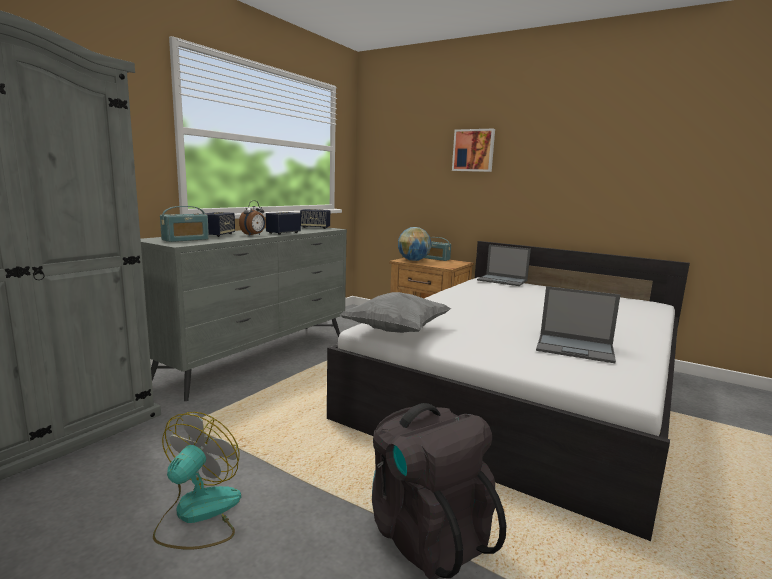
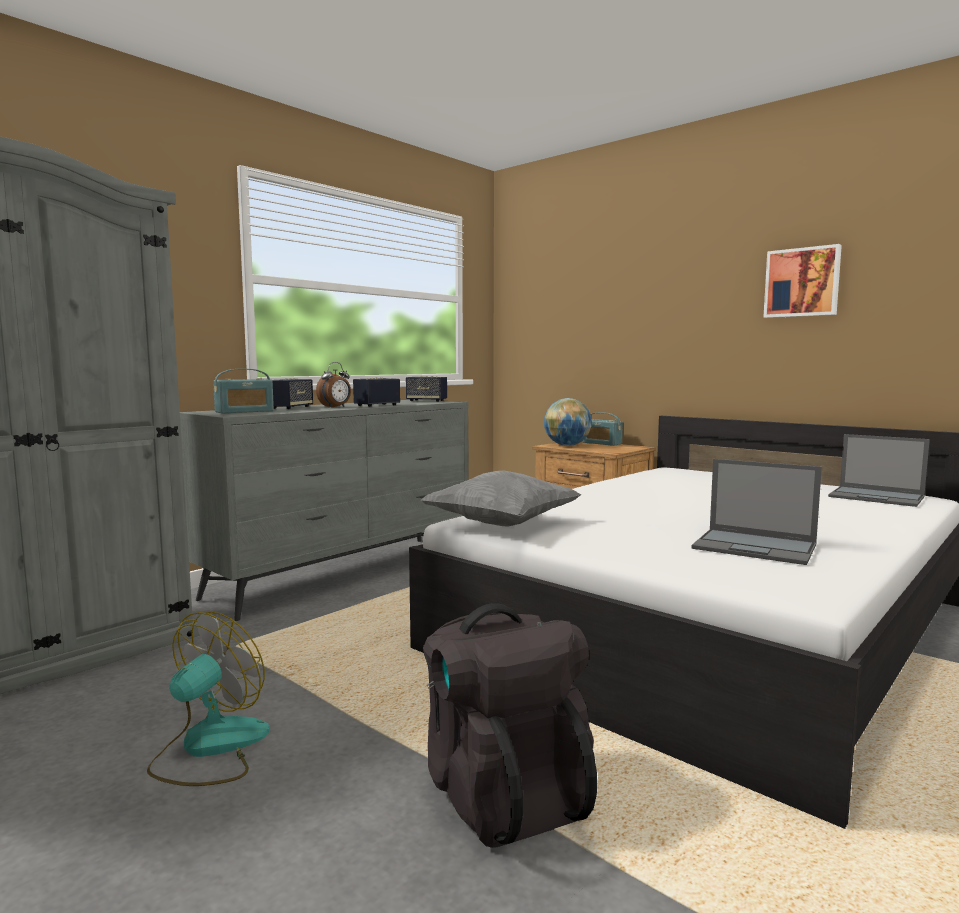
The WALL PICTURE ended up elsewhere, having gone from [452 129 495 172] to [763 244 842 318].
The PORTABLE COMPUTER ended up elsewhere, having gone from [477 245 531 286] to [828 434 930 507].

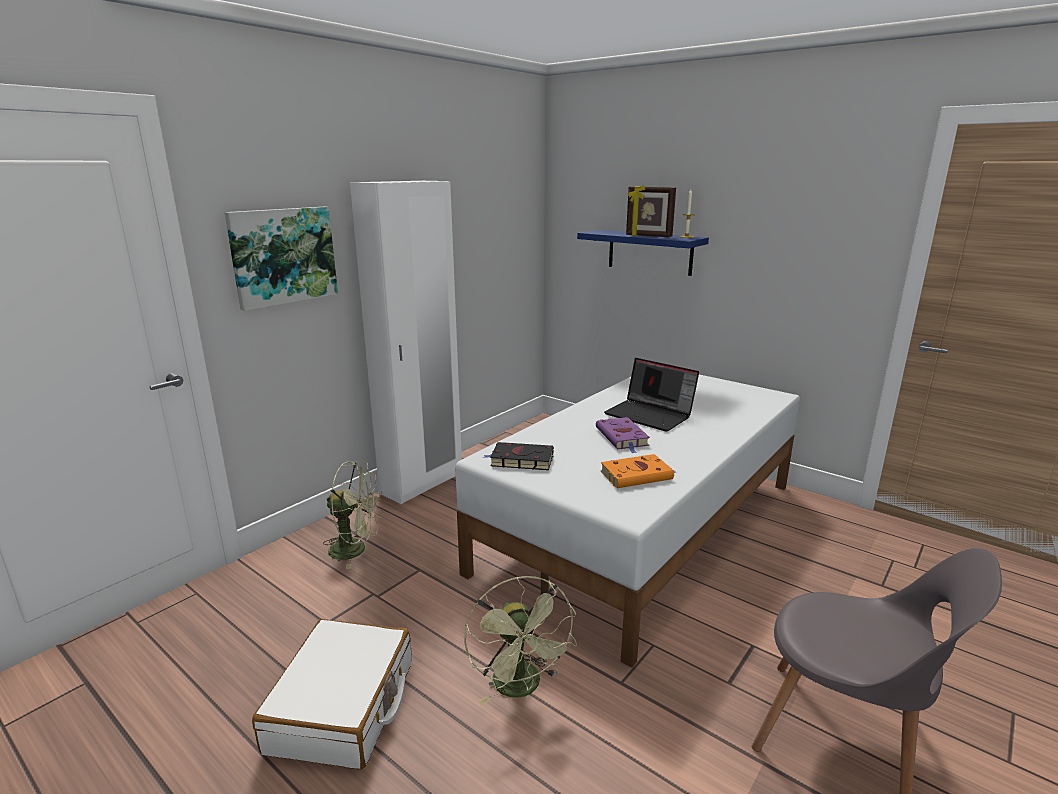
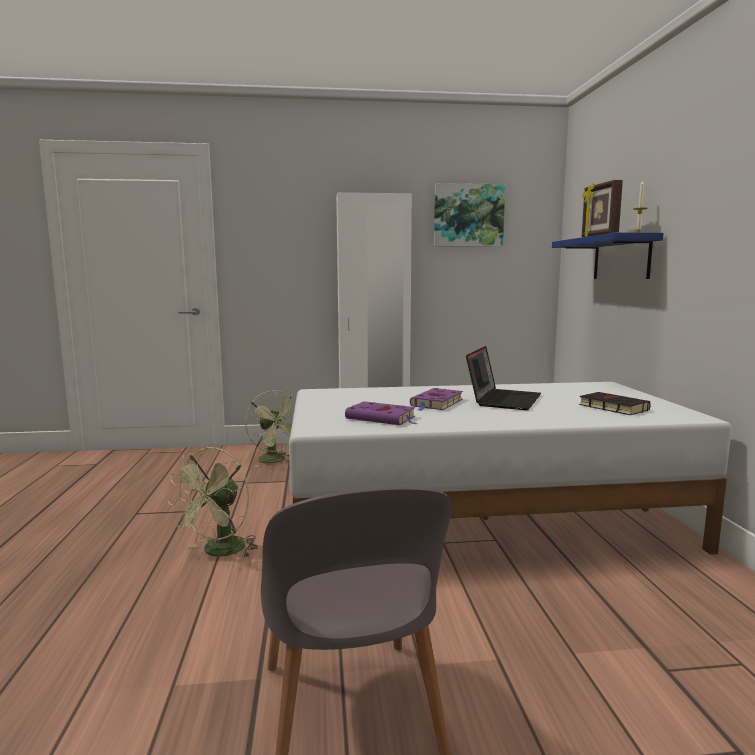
The WALL PICTURE ended up elsewhere, having gone from [225 207 338 311] to [434 183 505 247].
The PORTABLE COMPUTER at [604 358 699 432] ended up facing another way, 150 degrees counterclockwise from before.
The BLACK-COLOURED BOOK ended up elsewhere, having gone from [484 442 554 470] to [579 392 651 415].
What was the ORANGE BOOK at [601 454 676 488] turned into the PURPLE-COLOURED BOOK at [345 401 417 425].
The second view lost the WHITE TRAVEL CASE at [252 619 412 770].

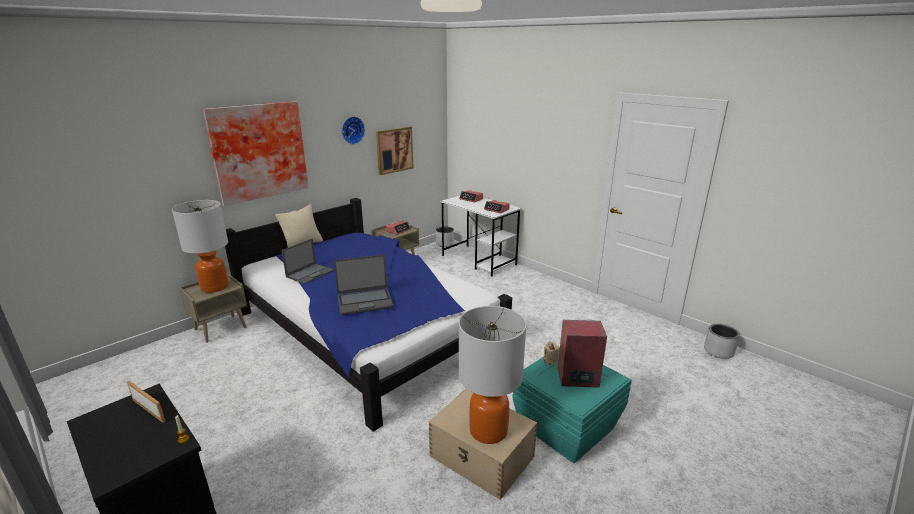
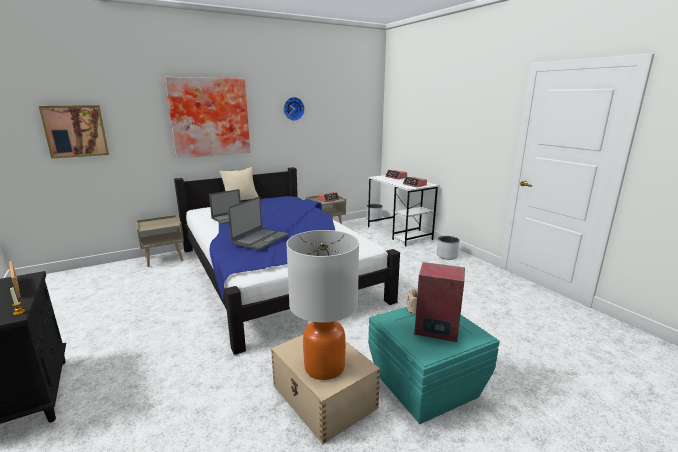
The WALL PICTURE ended up elsewhere, having gone from [376 127 413 175] to [39 105 109 159].
The second view lost the TABLETOP LAMP at [172 200 229 293].
The PORTABLE COMPUTER at [334 255 393 315] ended up facing another way, 60 degrees counterclockwise from before.
The GREY PLANT POT ended up elsewhere, having gone from [704 324 740 359] to [437 236 459 260].

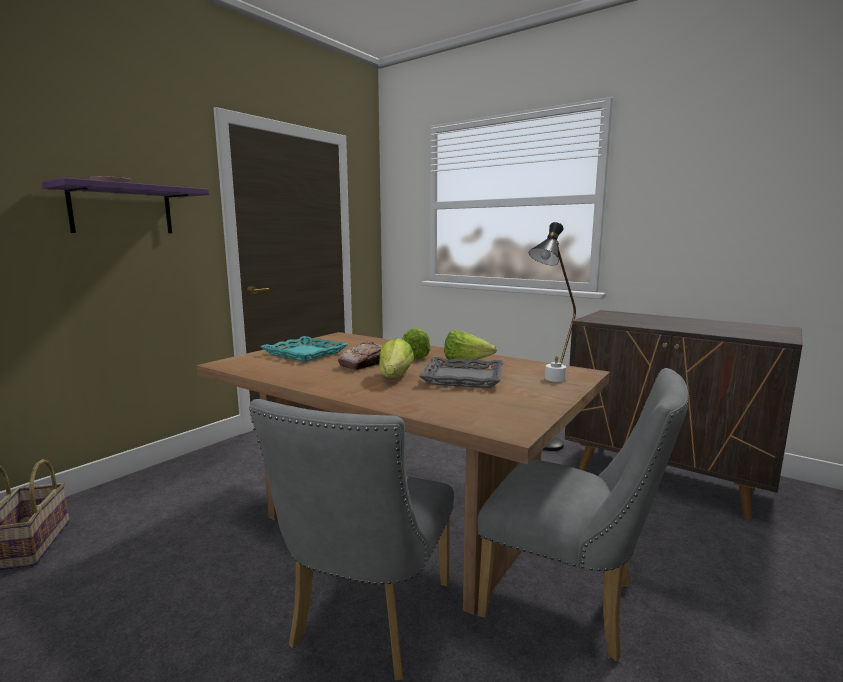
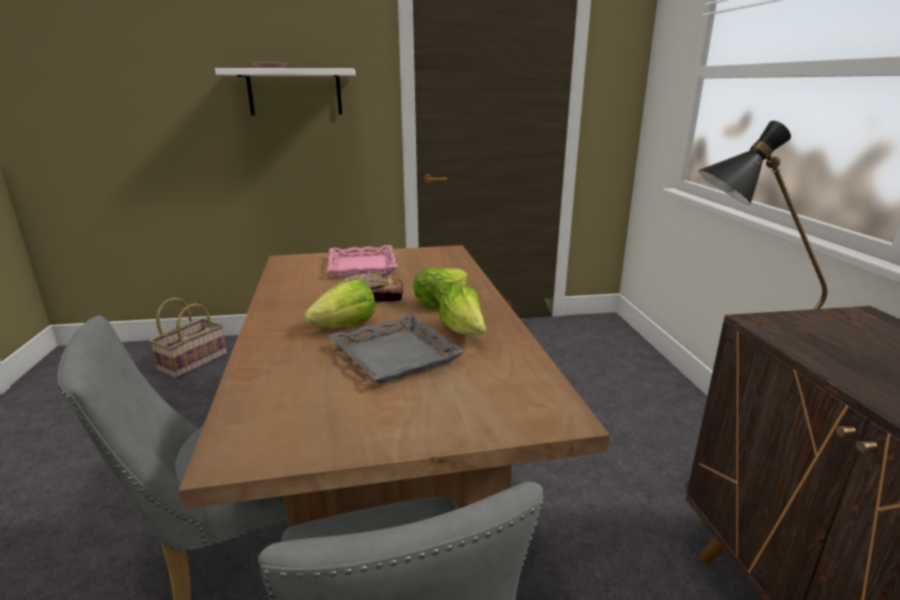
What was the PURPLE-COLOURED WALL SHELF at [42 178 209 233] turned into the WHITE WALL SHELF at [215 68 355 115].
What was the TURQUOISE-COLOURED SERVING TRAY at [260 336 348 362] turned into the PINKISH SERVING TRAY at [327 245 398 277].
The second view lost the WHITE WAX LIGHT at [545 356 566 382].

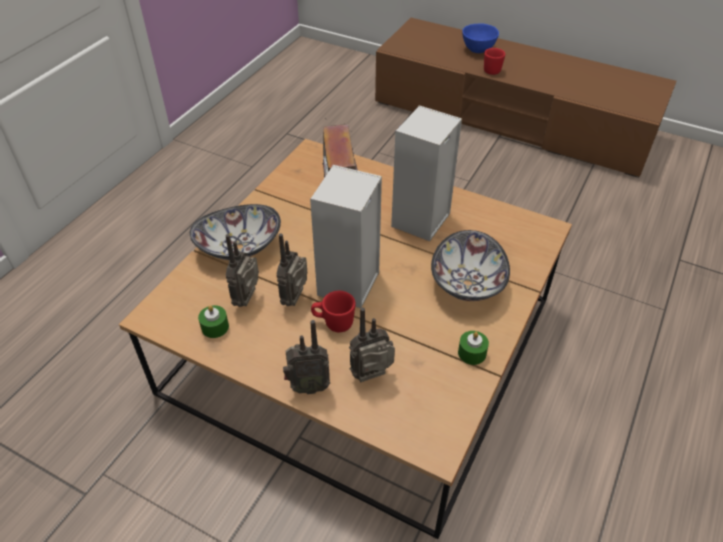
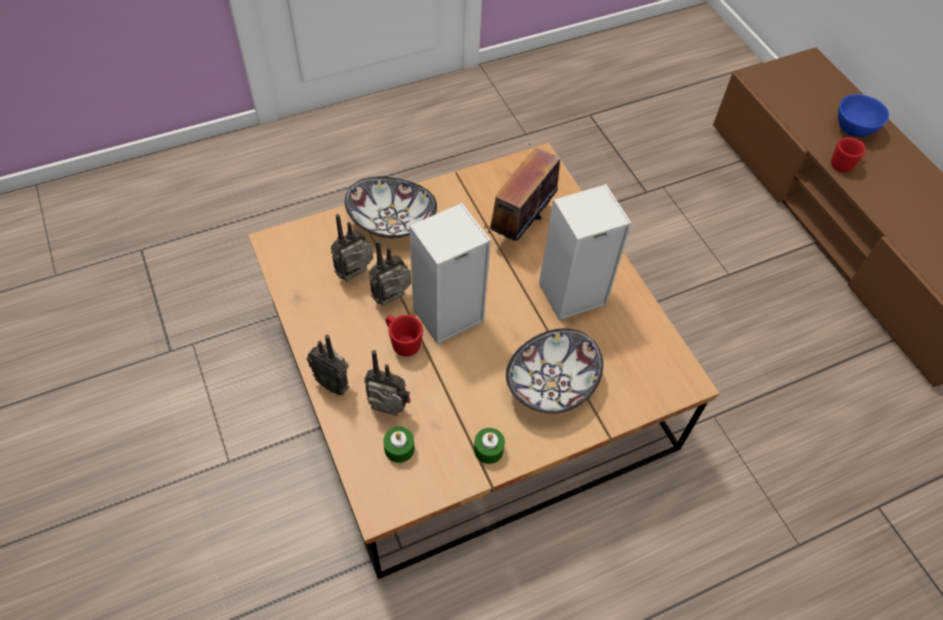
The GREENISH WAX LIGHT ended up elsewhere, having gone from [198 305 229 338] to [383 427 414 463].

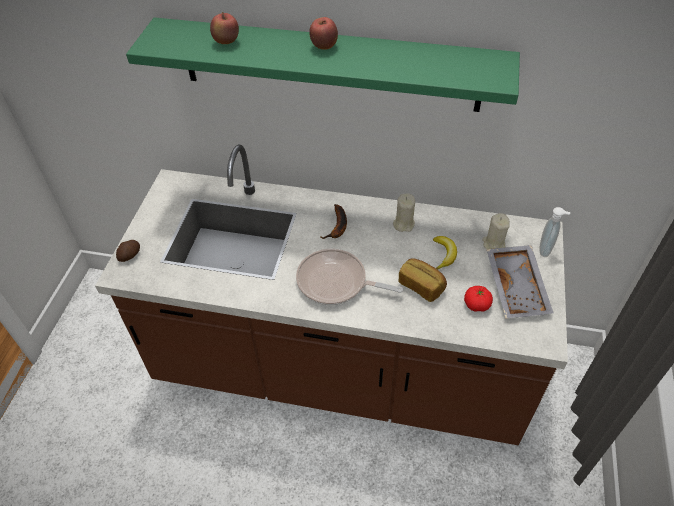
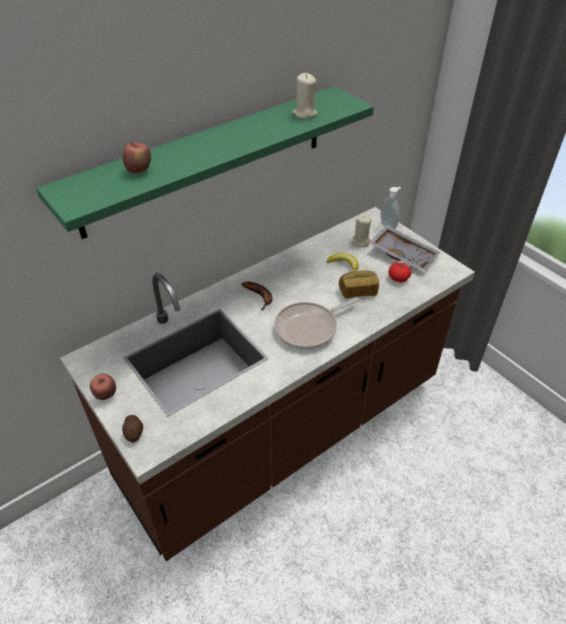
The APPLE ended up elsewhere, having gone from [309 17 338 50] to [90 374 116 400].
The BEIGE WAX LIGHT ended up elsewhere, having gone from [393 193 415 232] to [292 73 318 119].

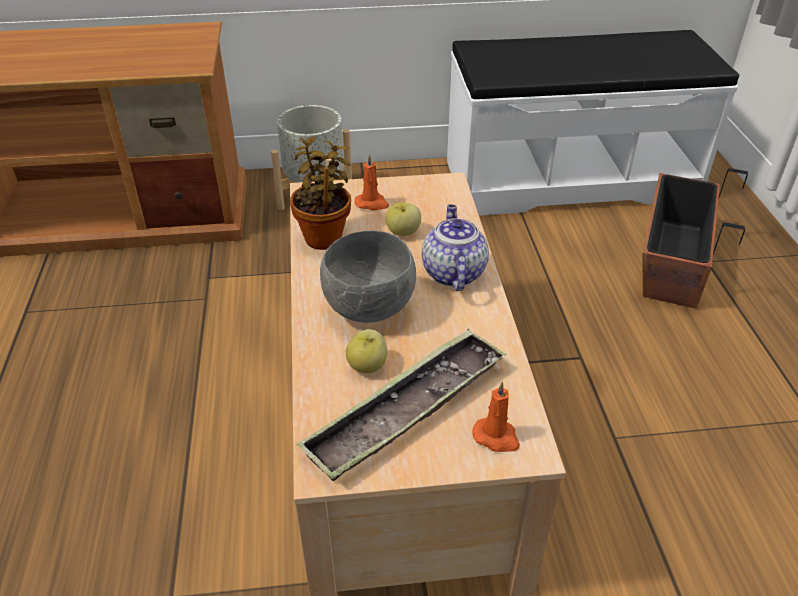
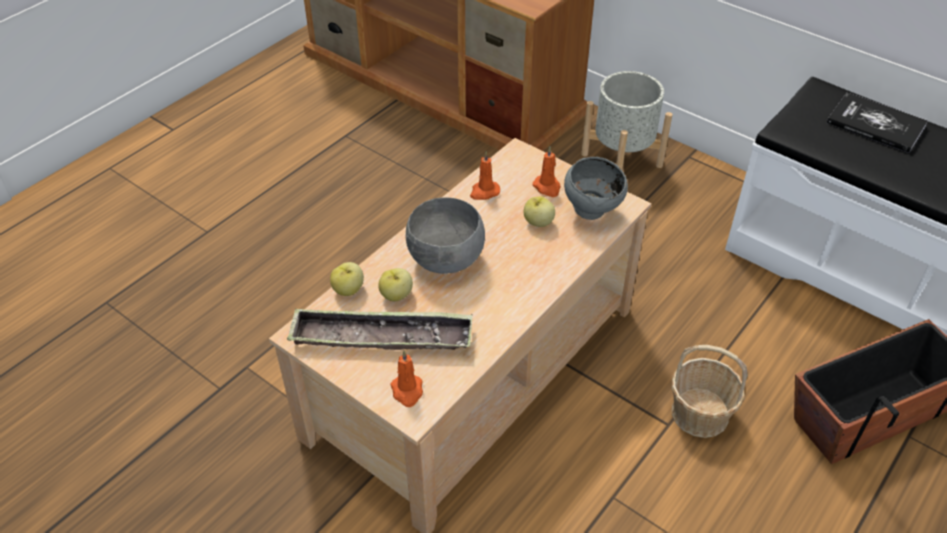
Where the PLANT IN A POT stood at [290 137 351 250], the ORANGE WAX LIGHT came to stand at [470 151 500 200].
The second view lost the TEA POT at [422 204 489 291].
The second view gained the BOOK at [827 93 928 153].
The second view gained the GREY BOWL at [564 157 628 220].
The second view gained the APPLE at [330 262 364 296].
The second view gained the STORAGE BASKET at [672 345 748 438].

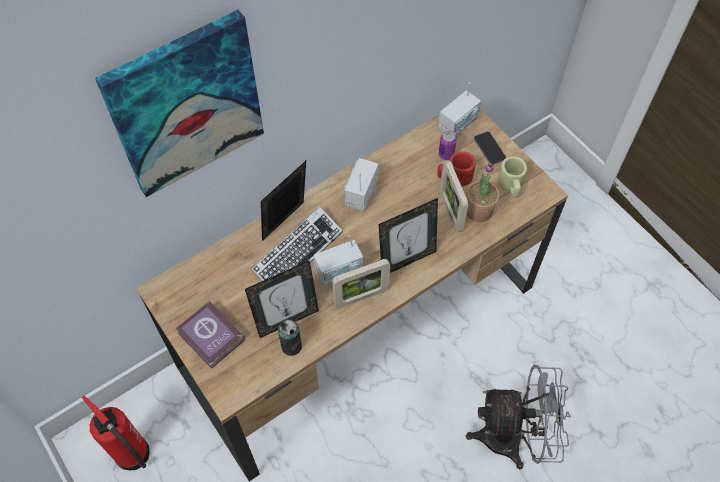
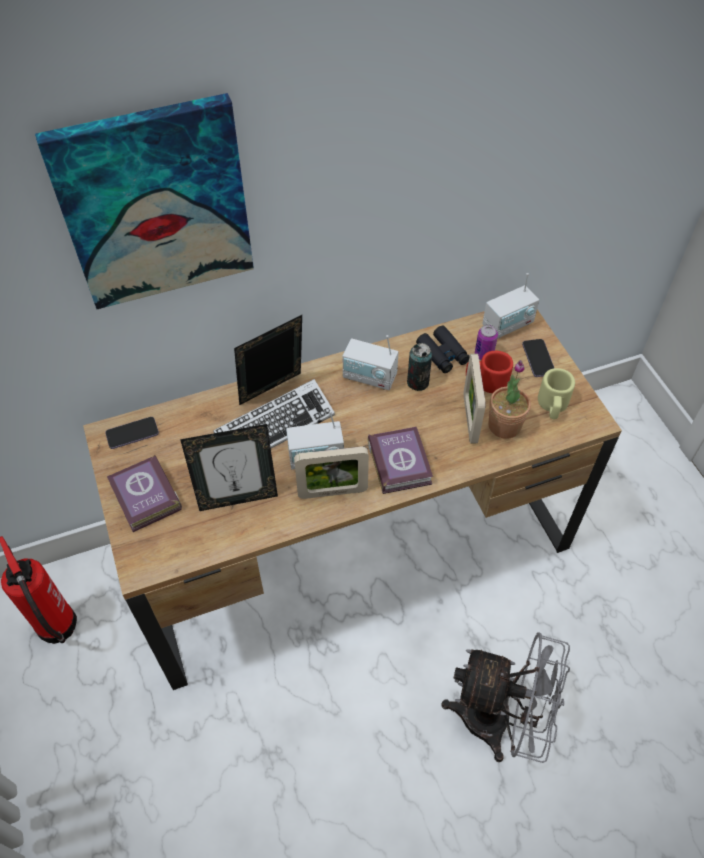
The RADIO RECEIVER at [344 158 379 211] ended up facing another way, 105 degrees counterclockwise from before.
Where the STANDING FRAME stood at [379 198 438 273], the BOOK came to stand at [368 427 433 494].
The METAL CAN ended up elsewhere, having gone from [278 320 302 356] to [407 343 432 391].
The second view gained the BLACK-COLOURED BINOCULARS at [416 326 470 373].
The second view gained the PHONE at [105 417 159 449].

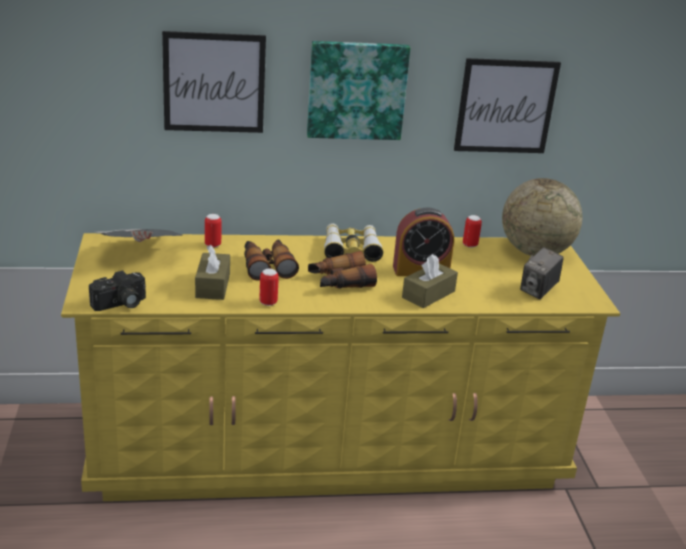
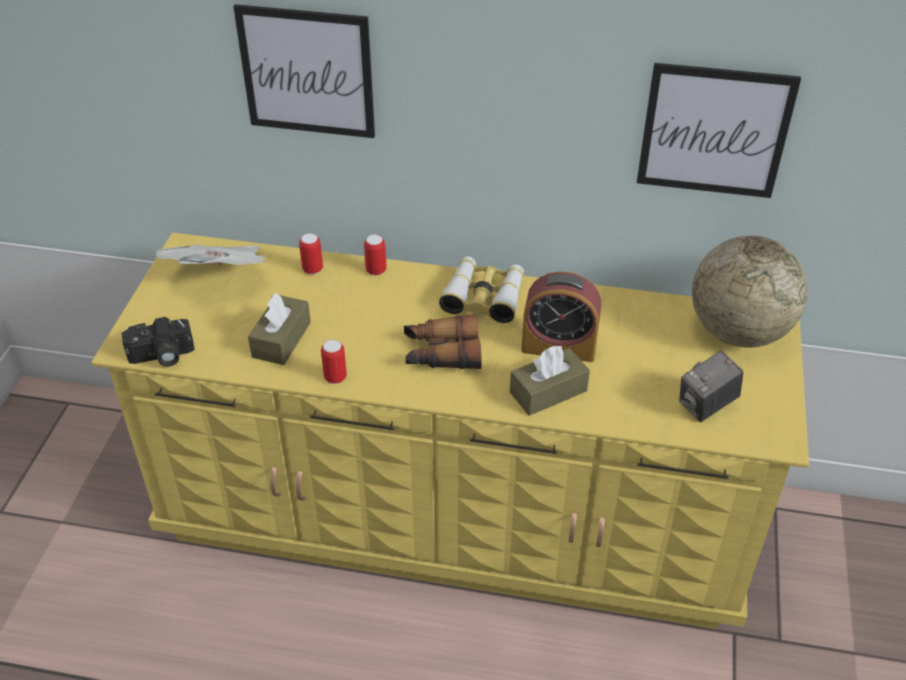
The second view lost the WALL PICTURE at [307 41 410 140].
The METAL CAN ended up elsewhere, having gone from [463 215 482 248] to [364 235 387 275].
The second view lost the BINOCULARS at [244 239 299 281].

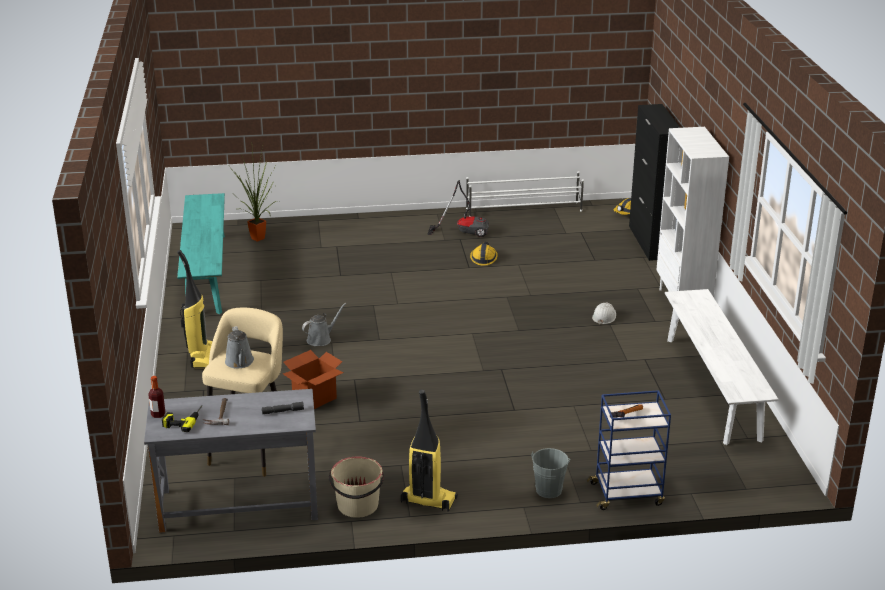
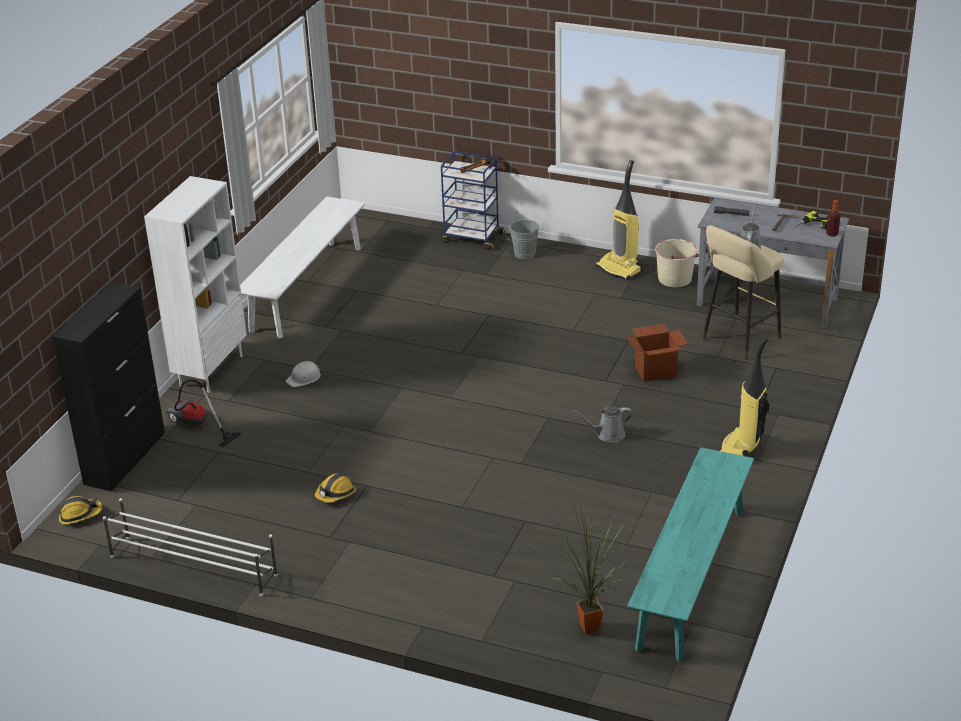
The VACUUM CLEANER ended up elsewhere, having gone from [428 180 489 237] to [166 379 241 448].

